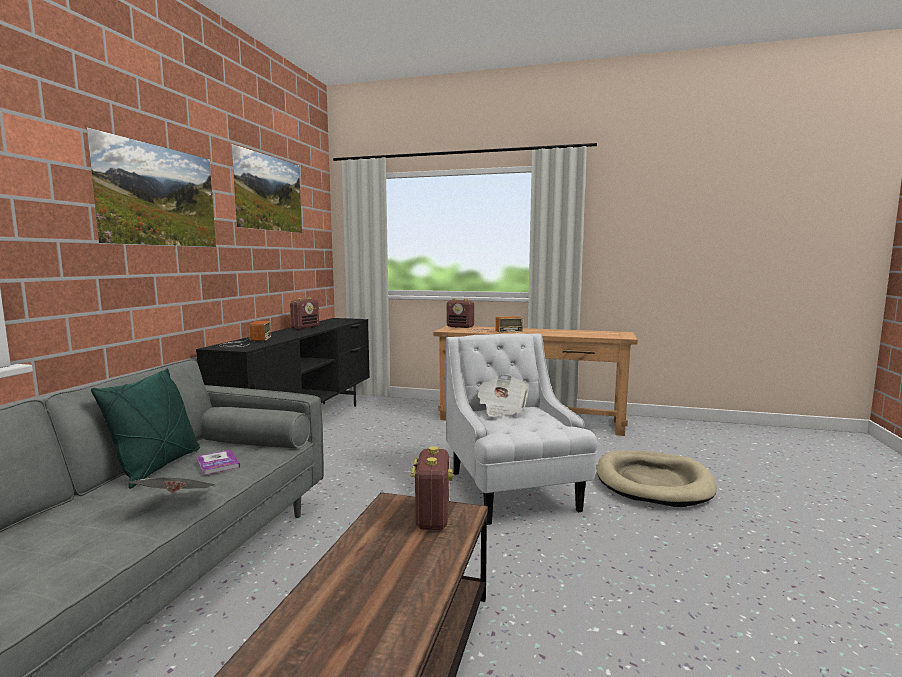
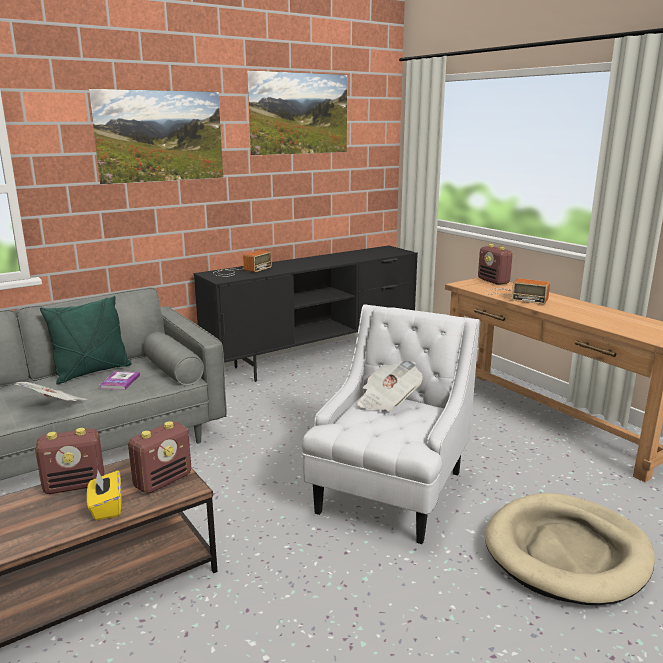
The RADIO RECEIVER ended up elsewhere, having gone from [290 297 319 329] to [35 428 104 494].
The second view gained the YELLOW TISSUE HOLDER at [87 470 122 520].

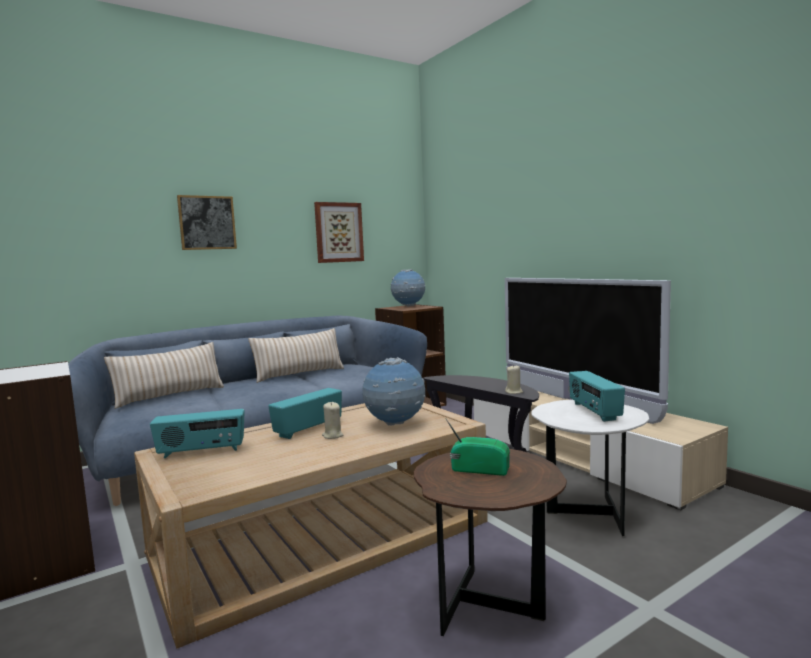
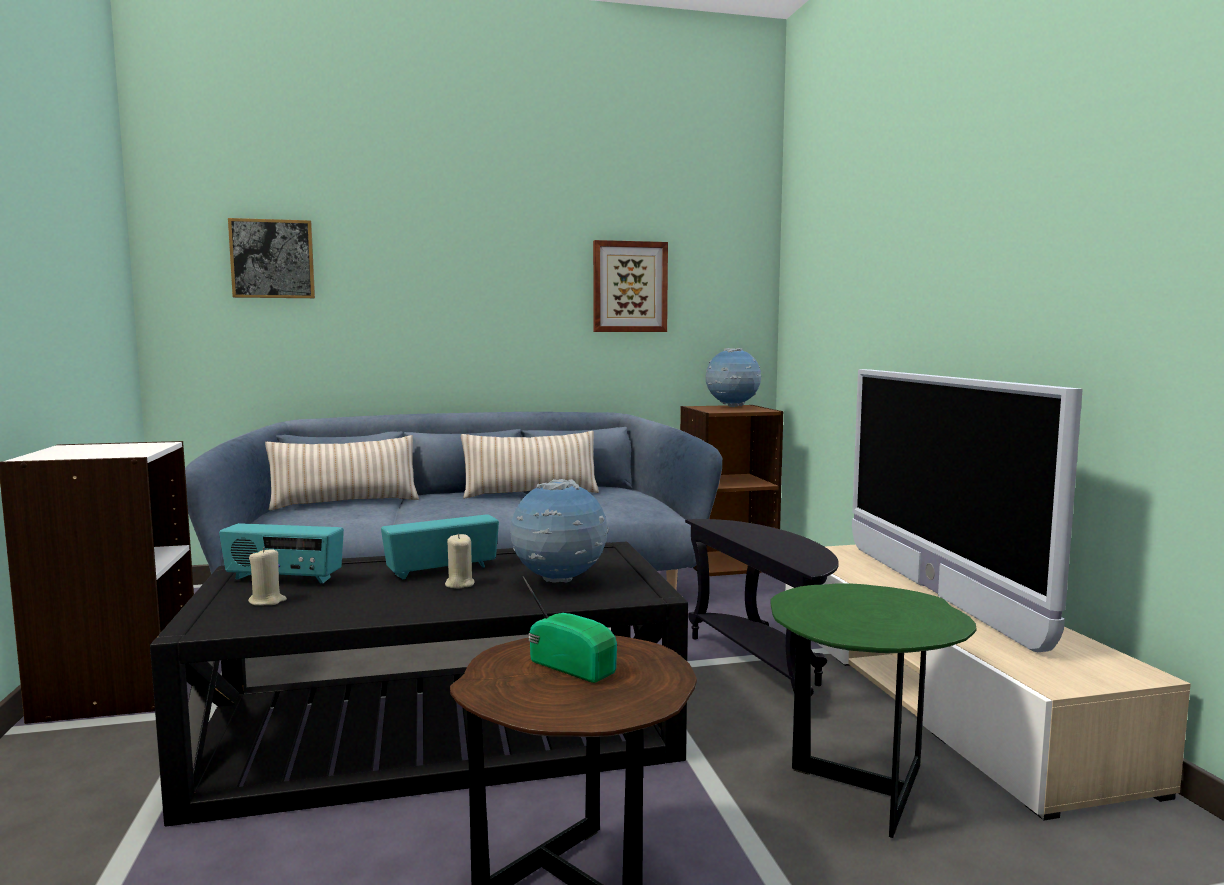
The WALL PICTURE ended up elsewhere, having gone from [177 195 237 250] to [228 218 315 298].
The BEIGE WAX LIGHT ended up elsewhere, having gone from [505 364 523 394] to [248 547 287 606].
The second view lost the RADIO RECEIVER at [569 371 625 422].
What was the WHITE END TABLE at [531 400 649 536] turned into the GREENISH END TABLE at [771 583 976 838].
What was the BEIGE COFFEE TABLE at [134 402 488 648] turned into the BLACK-COLOURED COFFEE TABLE at [150 542 688 826].

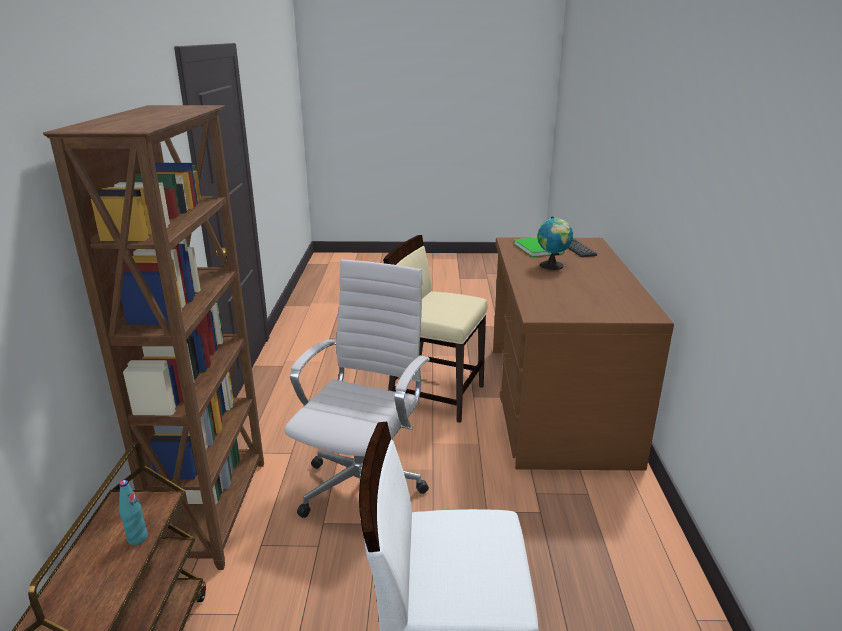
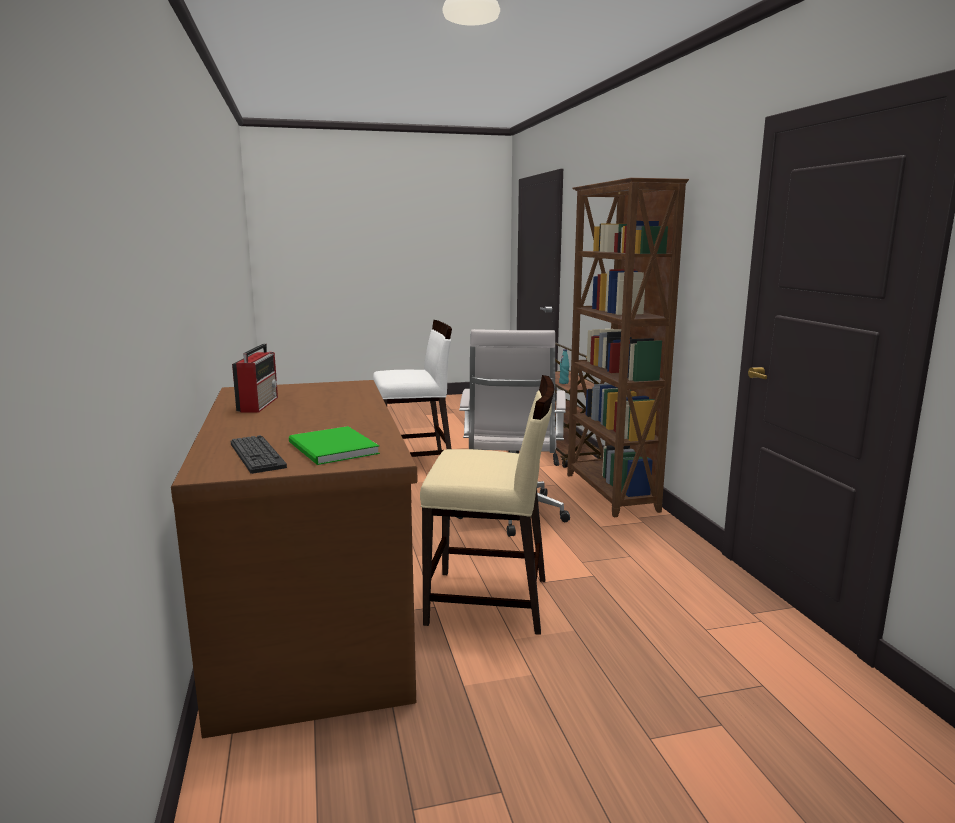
The second view lost the GLOBE at [538 216 573 270].
The second view gained the RADIO RECEIVER at [232 344 278 413].

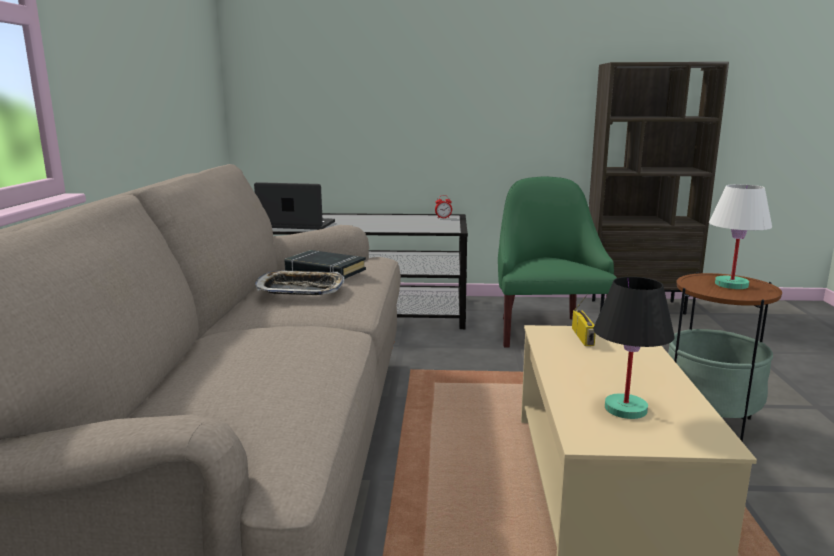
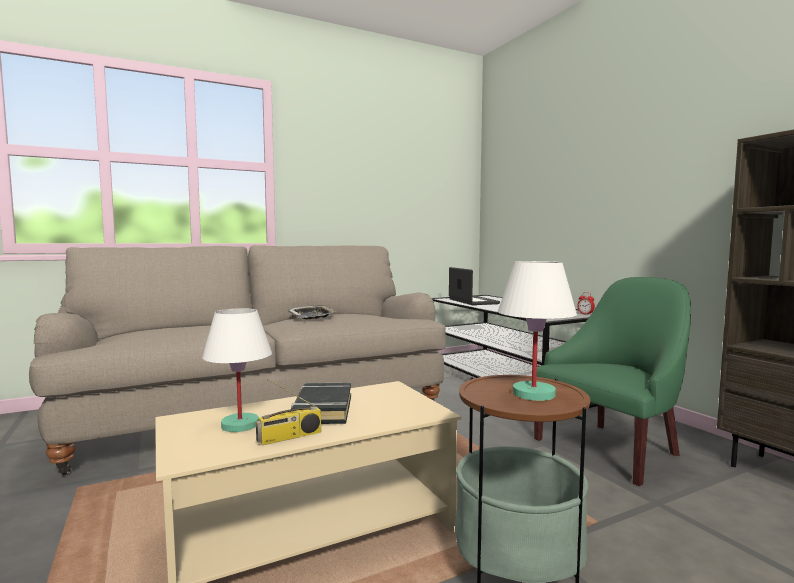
The BLACK-COLOURED BOOK ended up elsewhere, having gone from [284 250 366 279] to [291 383 351 424].
What was the BLACK-COLOURED TABLETOP LAMP at [593 277 675 419] turned into the WHITE TABLETOP LAMP at [202 308 272 432].
The RADIO RECEIVER ended up elsewhere, having gone from [572 294 596 346] to [256 379 321 445].

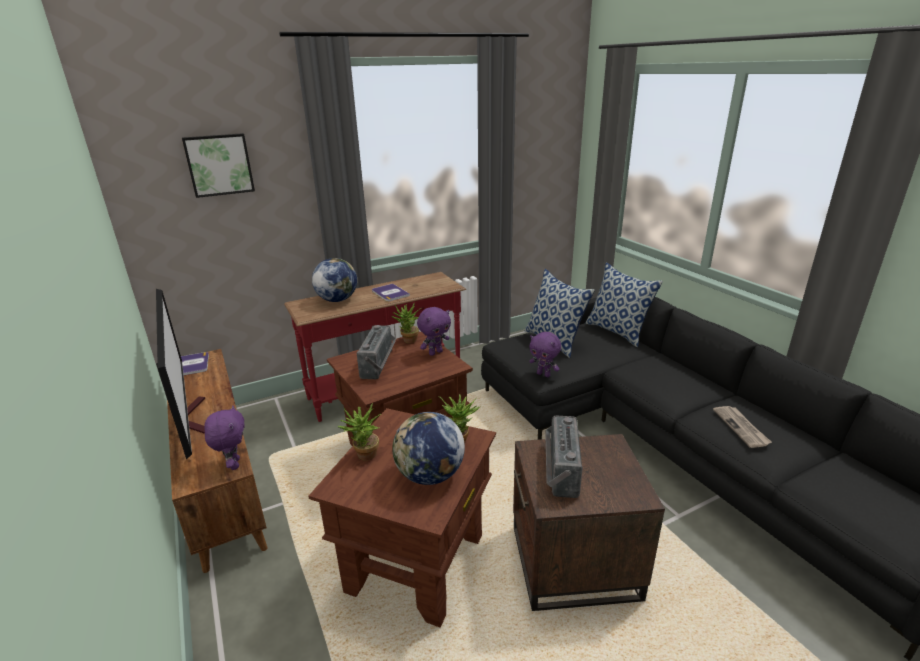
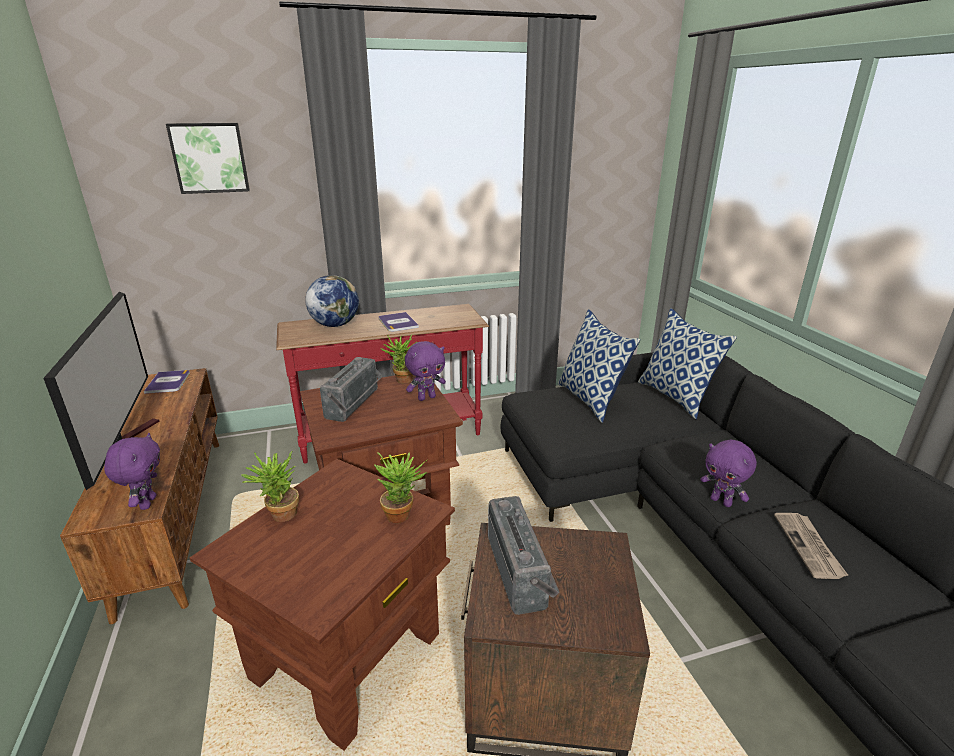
The PURPLE-COLOURED PLUSH TOY ended up elsewhere, having gone from [529 332 561 377] to [700 440 757 507].
The second view lost the GLOBE at [392 412 465 485].
The RADIO RECEIVER at [545 416 583 498] ended up facing another way, 150 degrees clockwise from before.

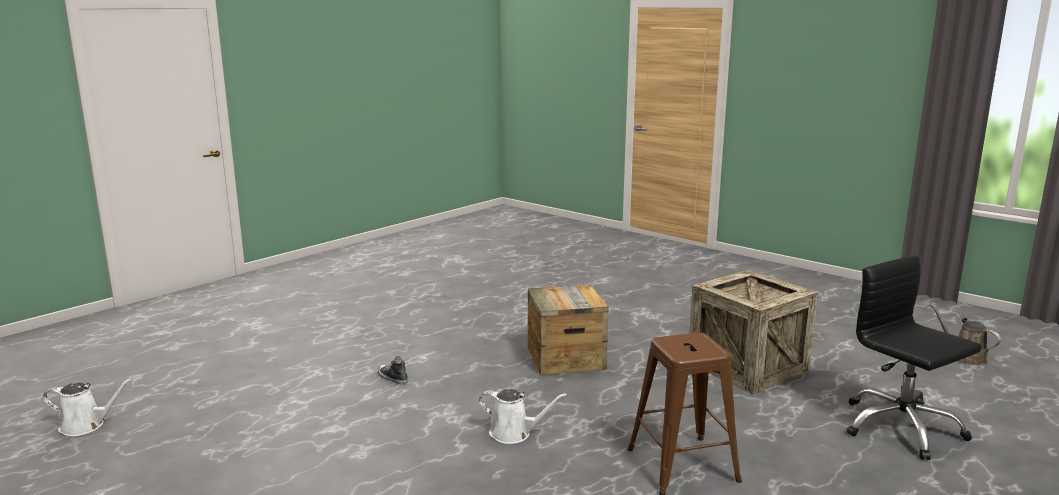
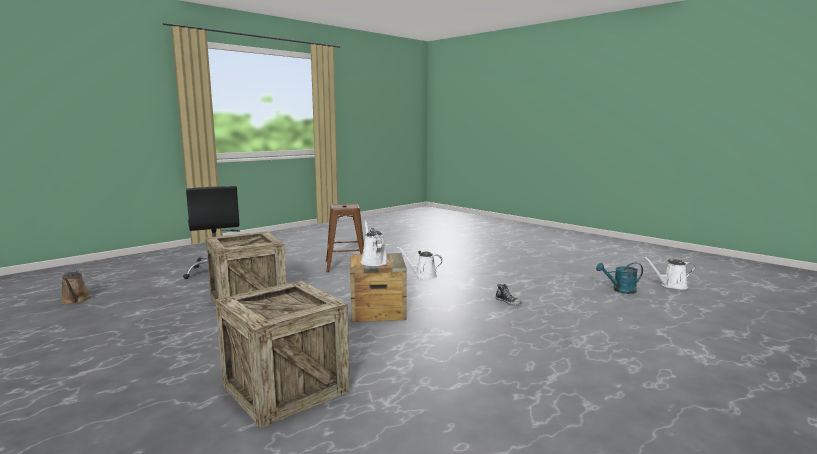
The second view gained the WHITE WATERING POT at [361 220 388 266].
The second view gained the TURQUOISE-COLOURED WATERING POT at [596 263 643 294].
The second view gained the PACKING CRATE at [215 280 350 428].

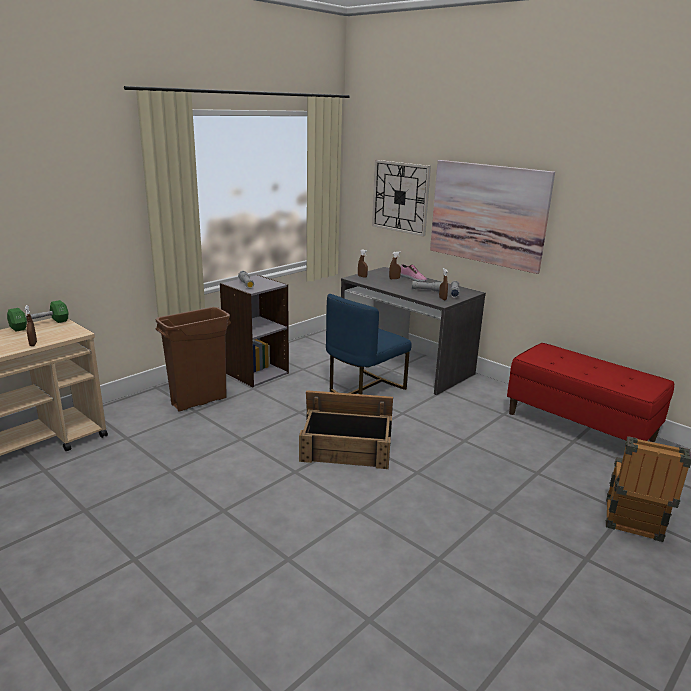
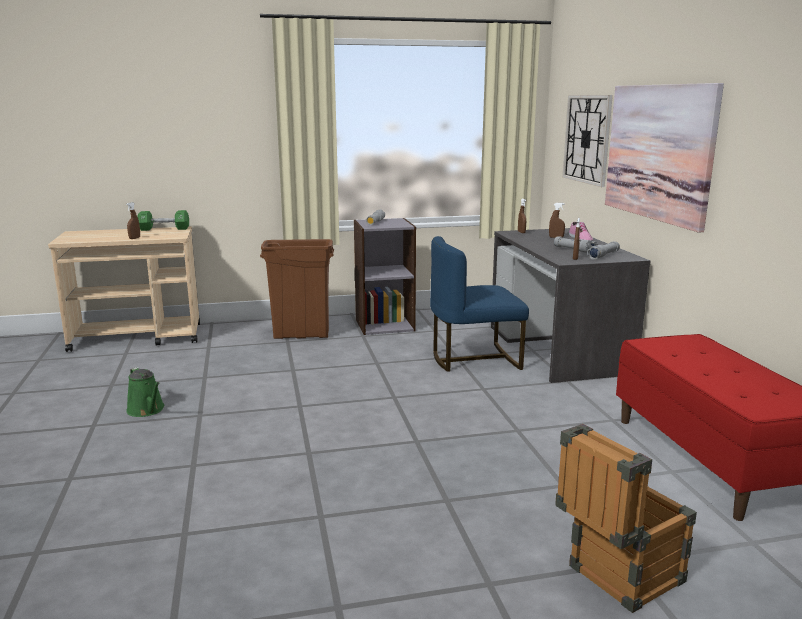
The second view lost the PACKING CRATE at [299 390 393 469].
The second view gained the GREENISH WATERING POT at [126 367 164 417].

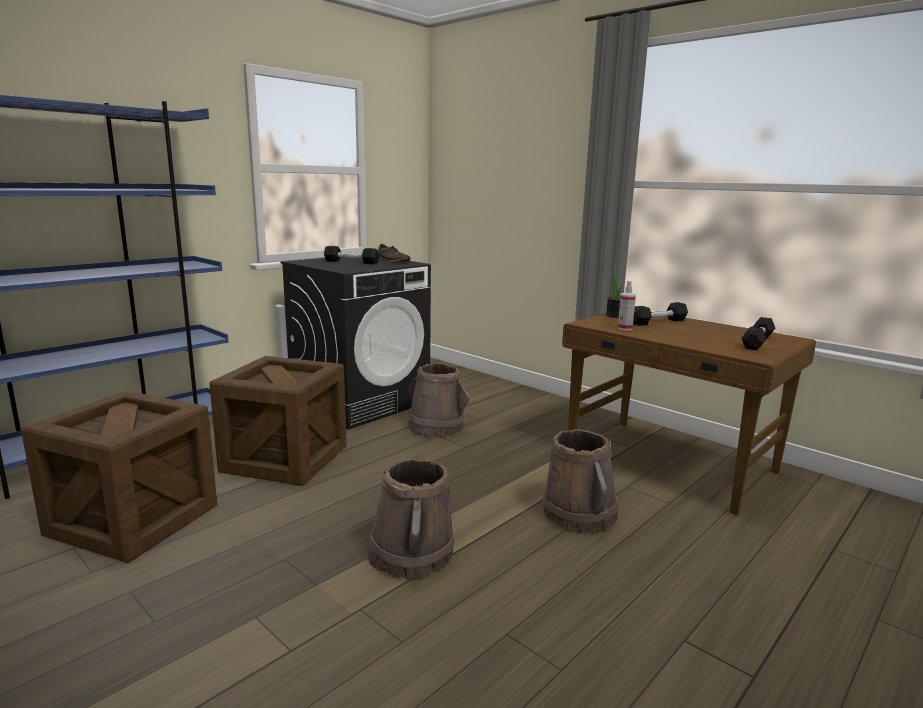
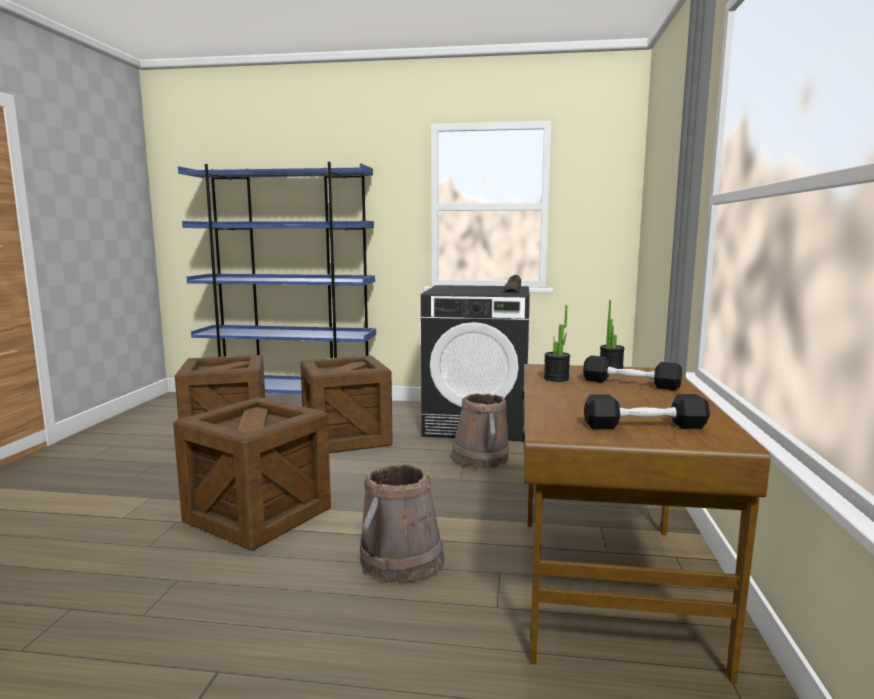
The second view lost the BLACK-COLOURED FREE WEIGHT at [324 246 379 264].
Where the SPRAYER stood at [618 281 636 330], the PLANT IN A POT came to stand at [544 305 570 382].
Where the BROWNISH BUCKET stood at [368 458 454 580], the PACKING CRATE came to stand at [173 397 331 551].

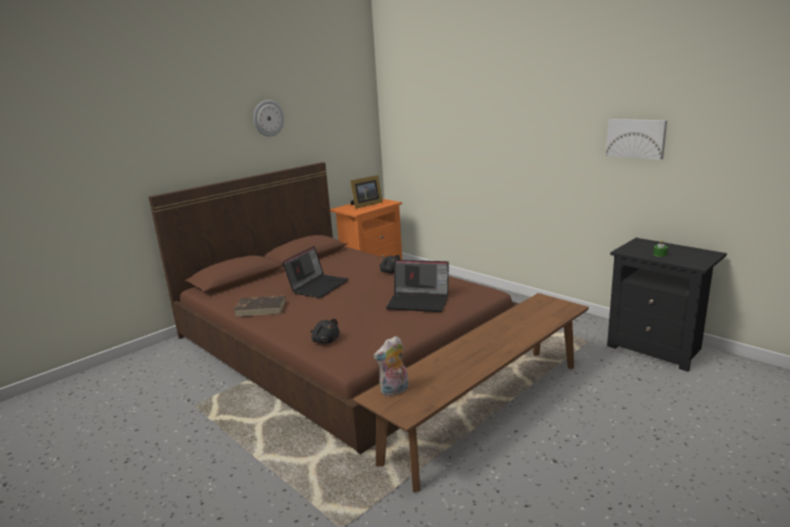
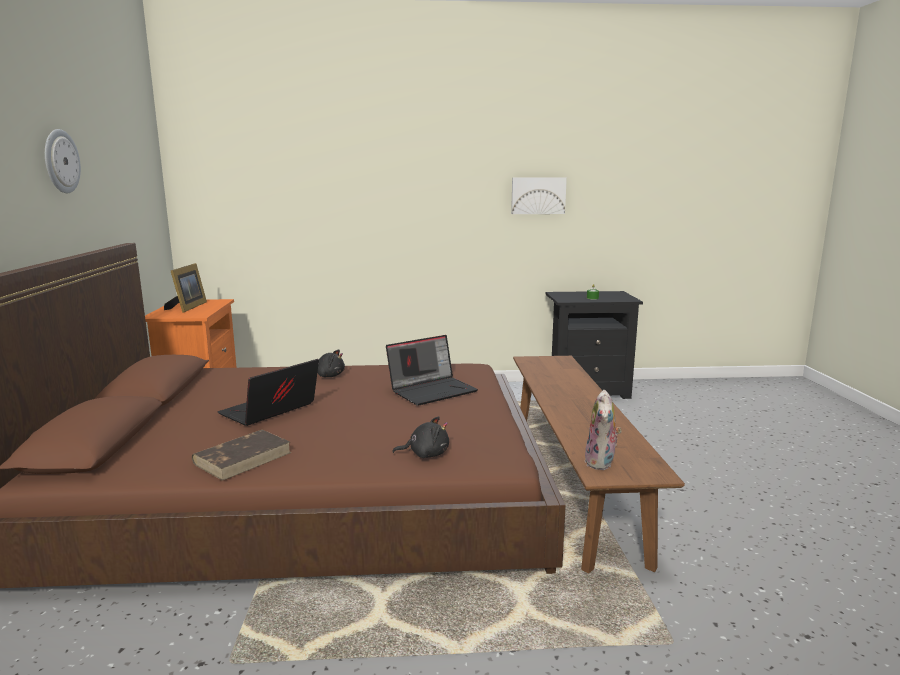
The PORTABLE COMPUTER at [283 246 349 298] ended up facing another way, 120 degrees counterclockwise from before.

